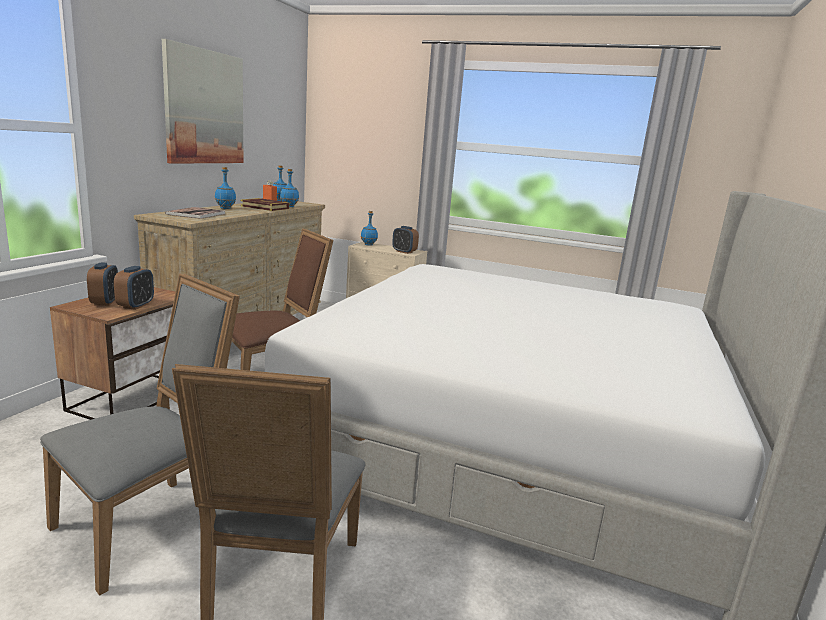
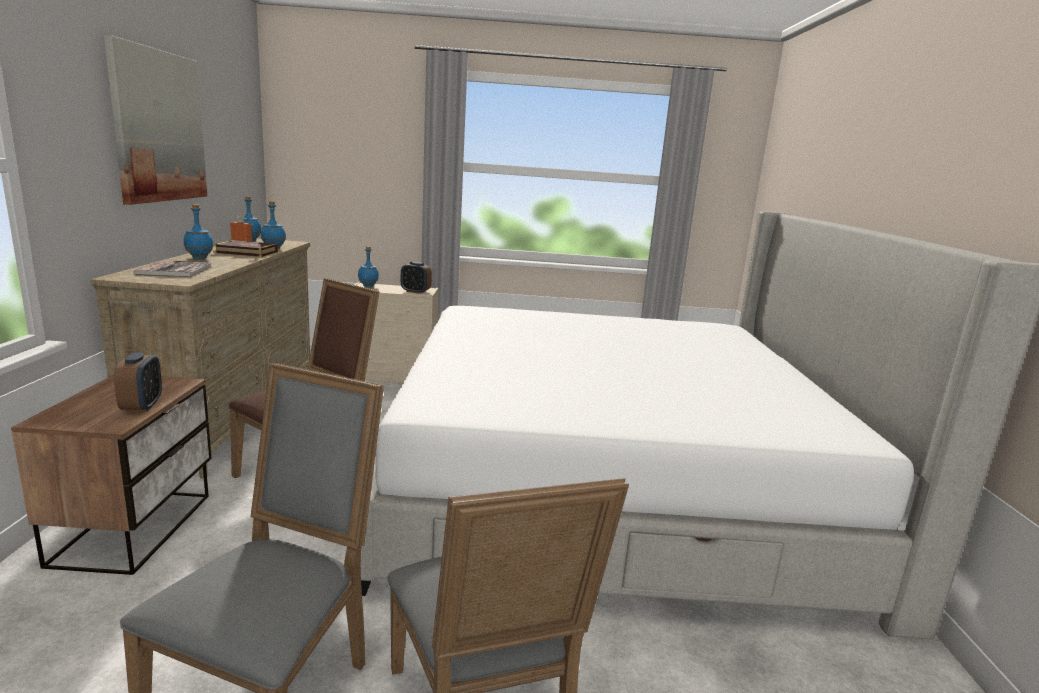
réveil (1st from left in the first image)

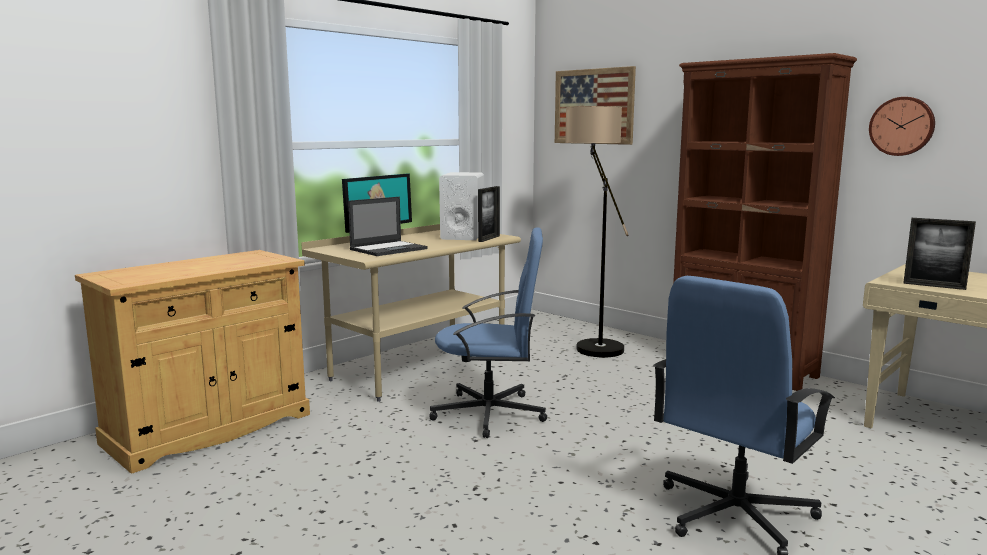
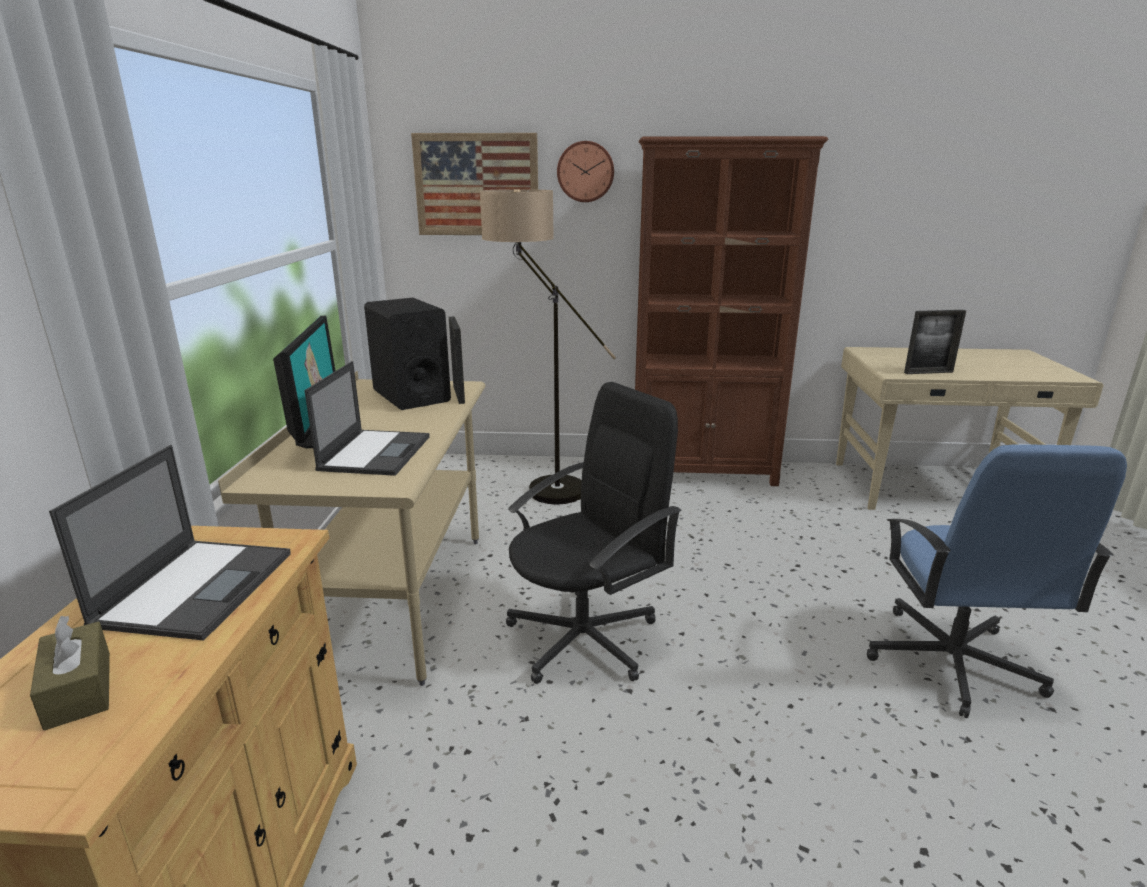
boîte à mouchoirs (marron)
ordinateur portable (1st from left)
enceinte (noir)
chaise de bureau (noir)
horloge murale

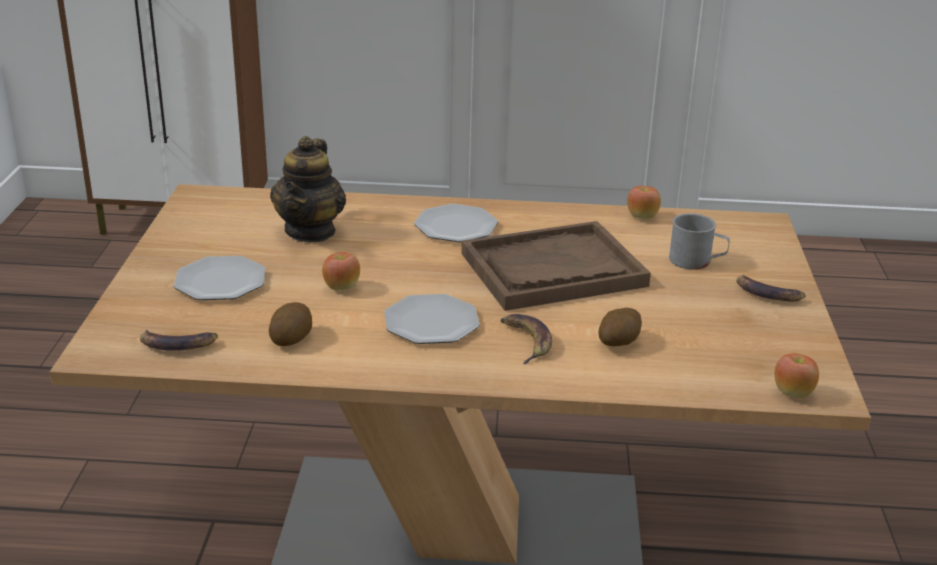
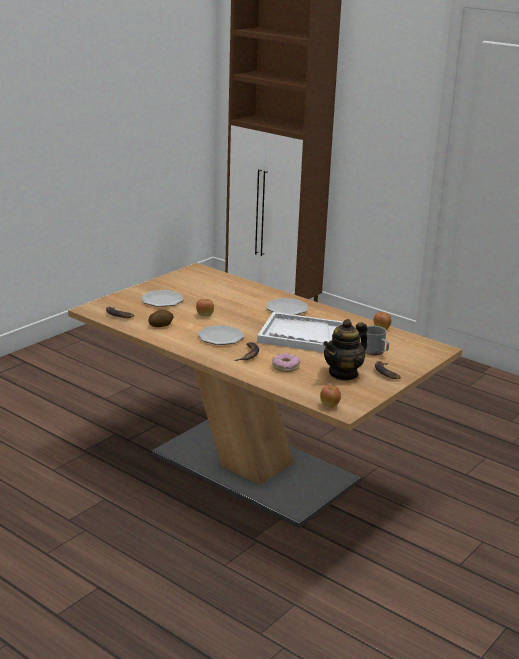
plateau (blanc)
beignet
théière

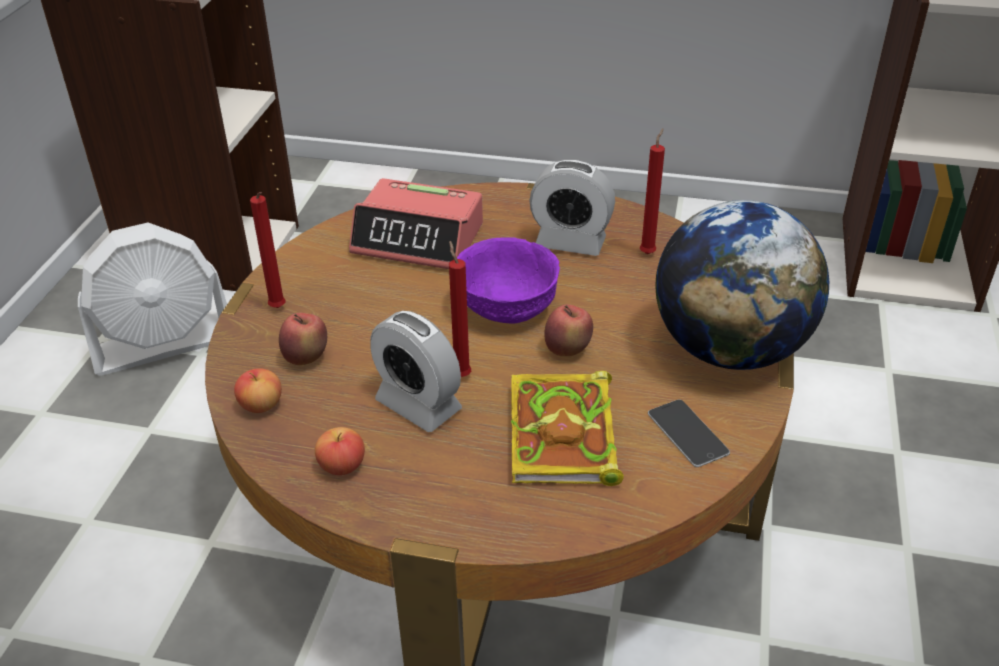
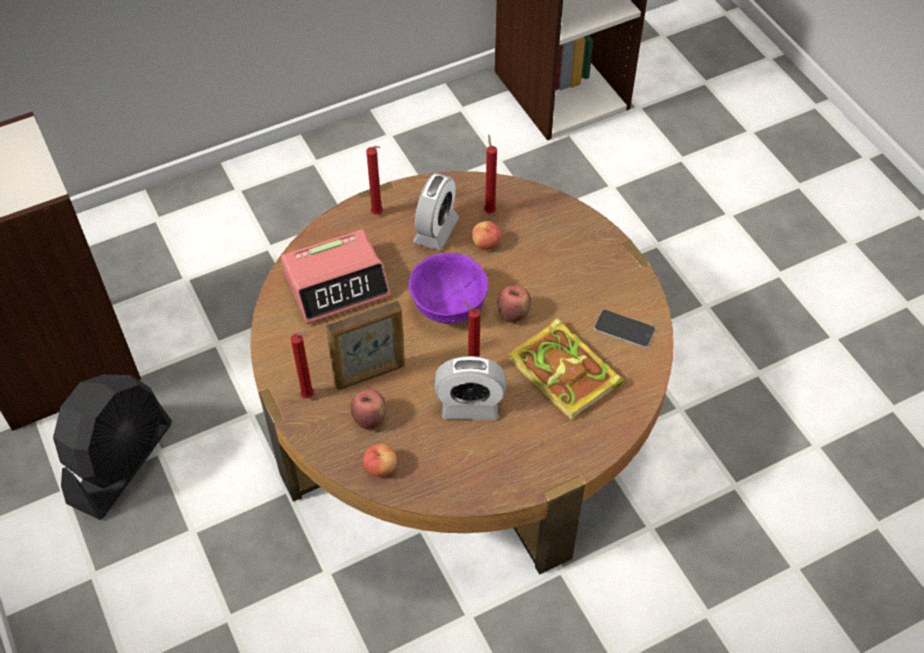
ventilateur (noir)
cadre photo
bougie (rouge) (2nd from left)
réveil (2nd from left)
pomme (3rd from left)
globe

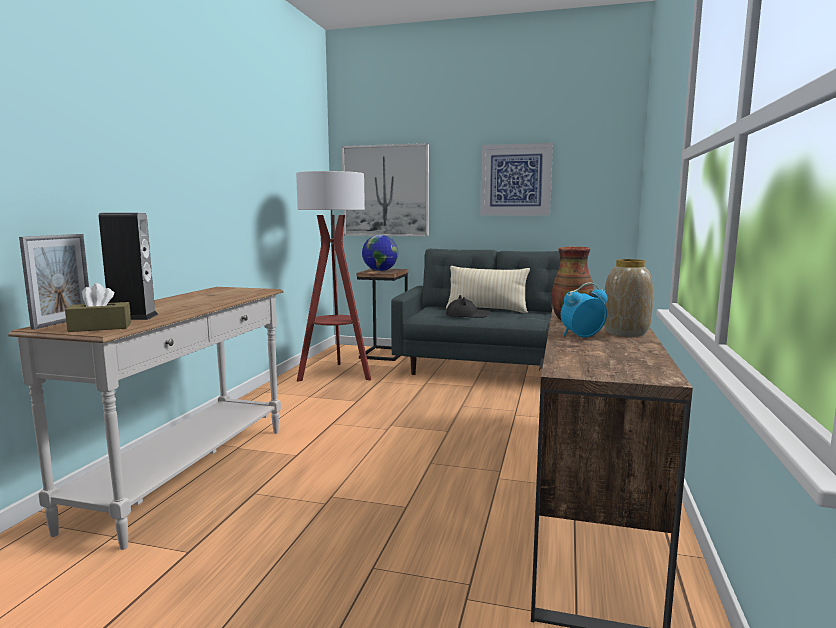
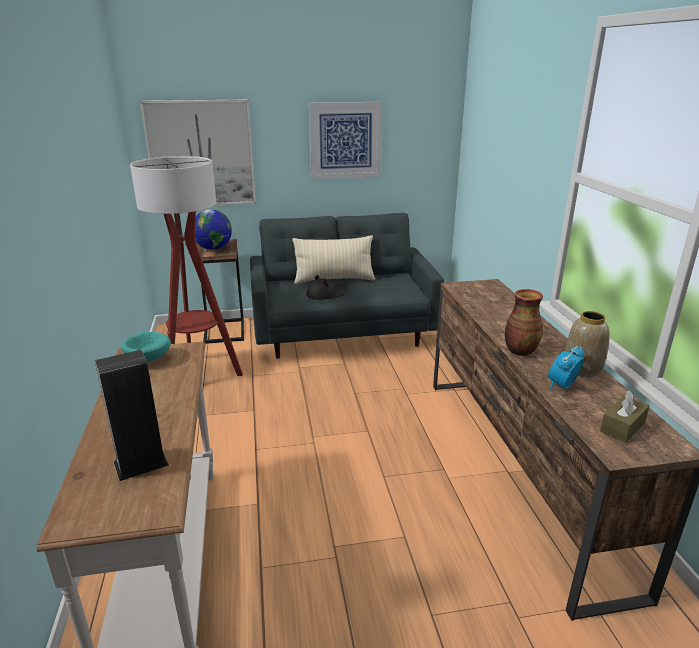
bol (turquoise)
boîte à mouchoirs (marron)
cadre photo

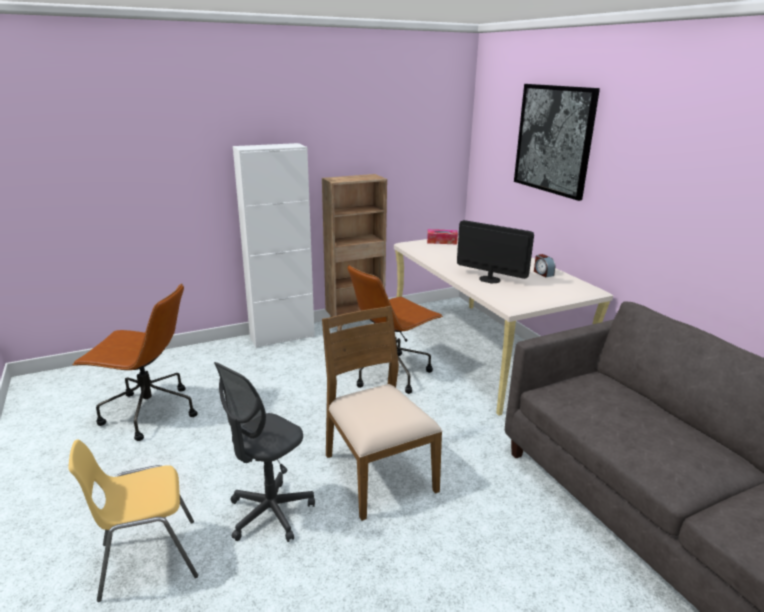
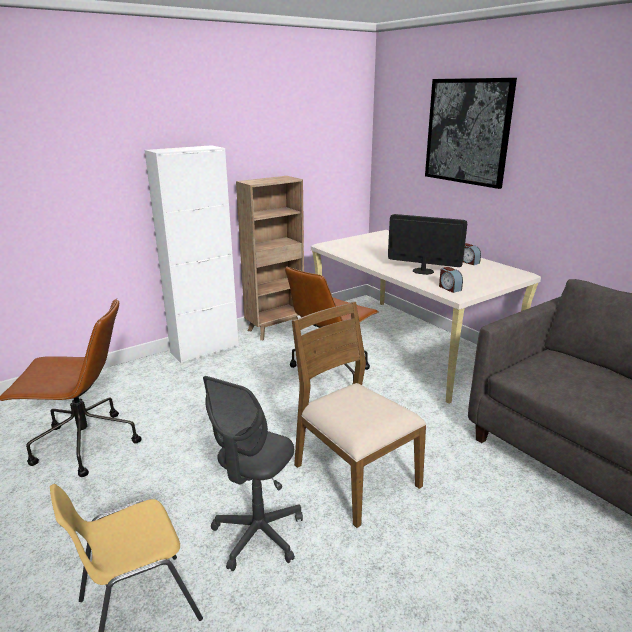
réveil (1st from left)
boîte à mouchoirs

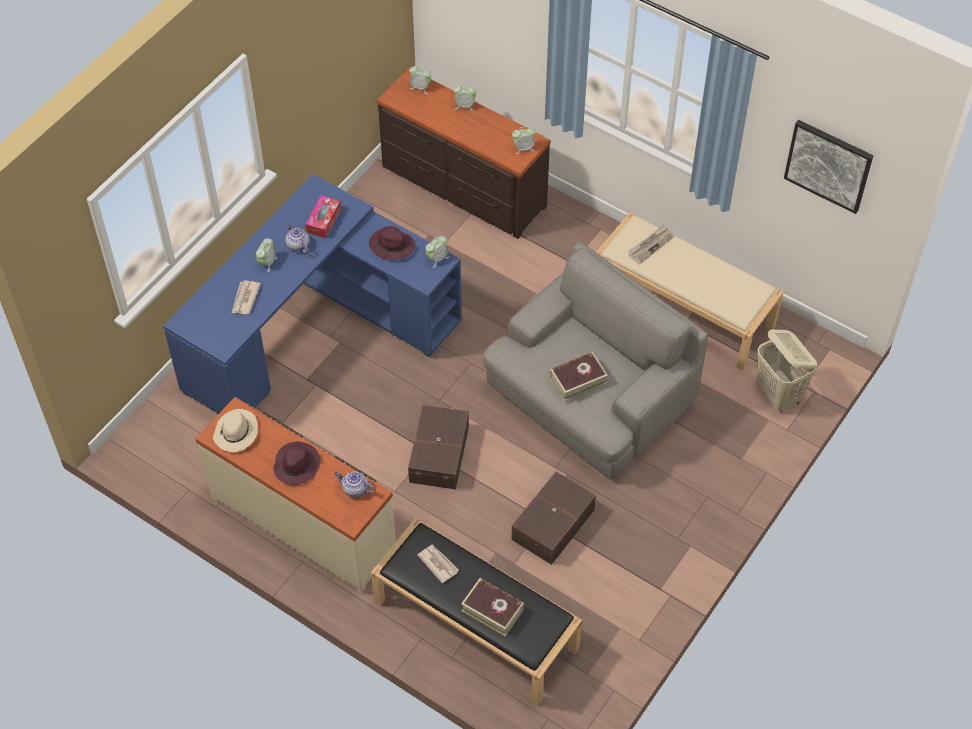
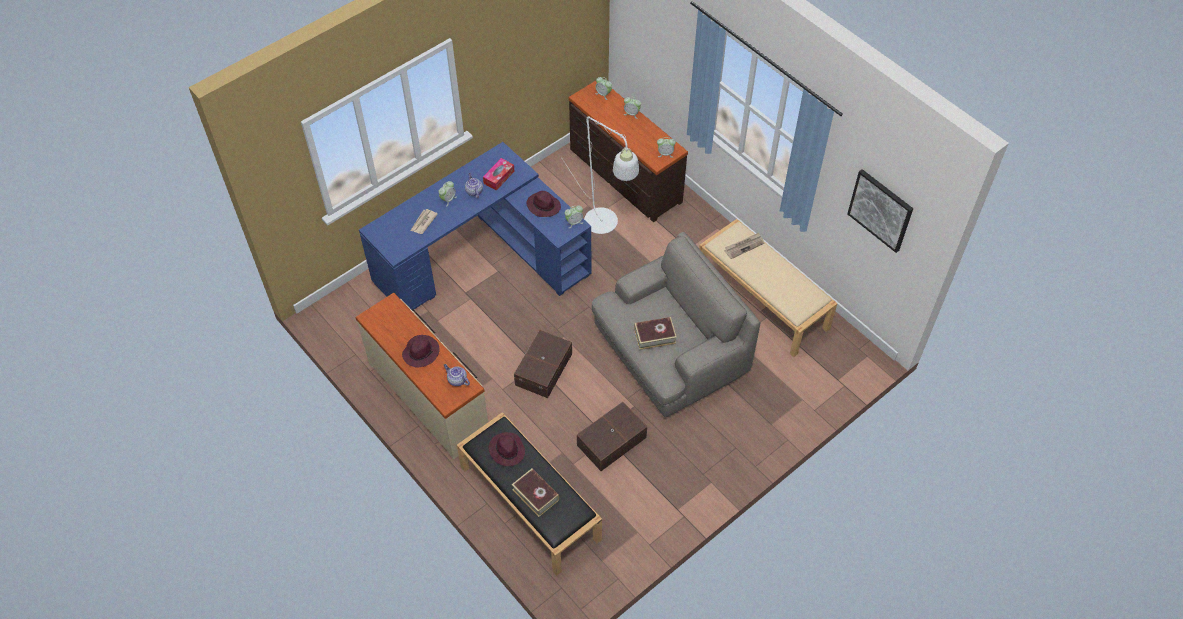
chapeau (violet) (2nd from left)
lampadaire (blanc)
chapeau (beige)
panier à linge (beige)

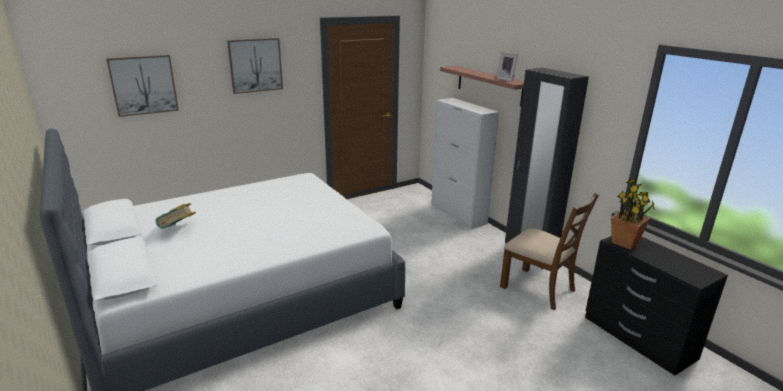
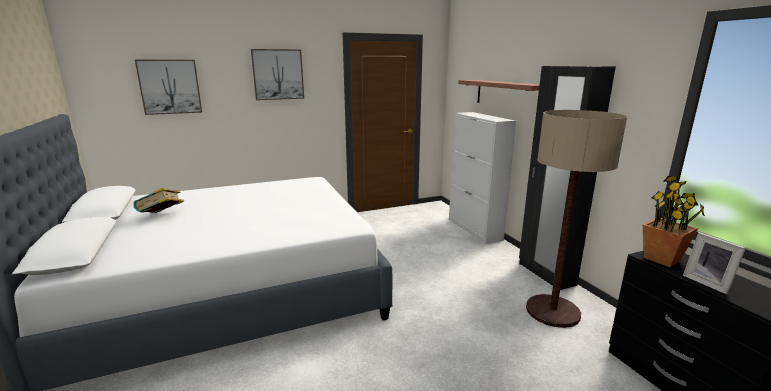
lampadaire
cadre photo

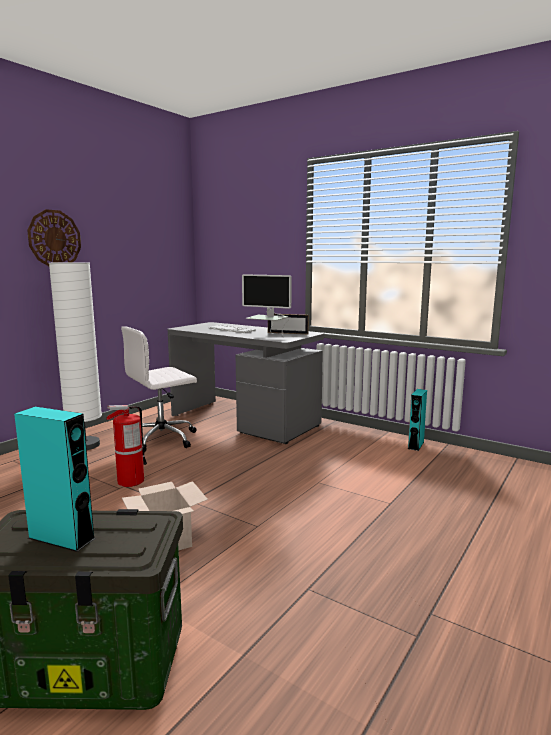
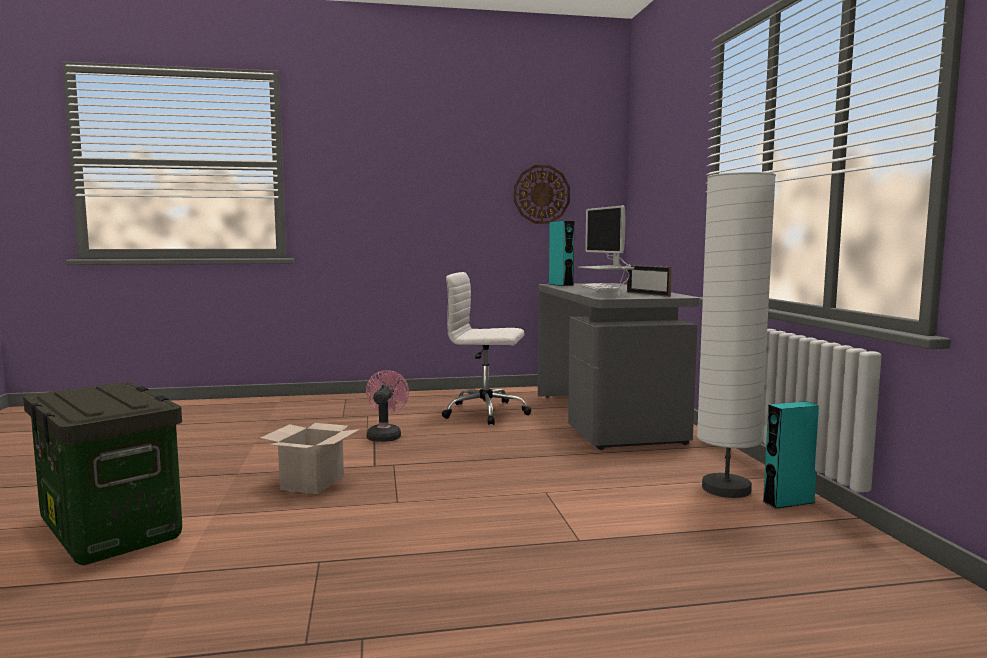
ventilateur (rose)
horloge murale
enceinte (turquoise) (1st from left)
lampadaire (blanc)

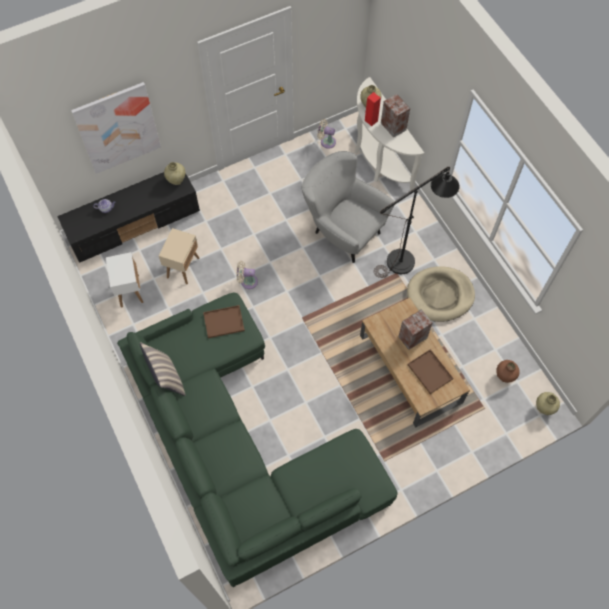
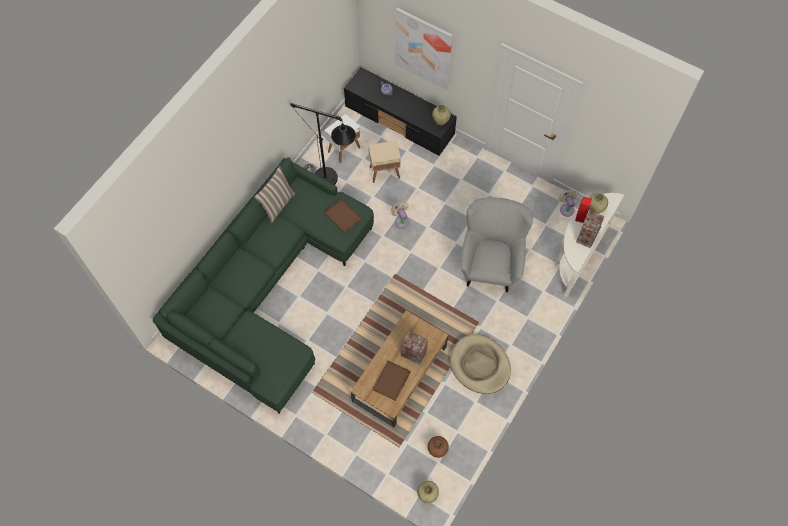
lampadaire (noir)

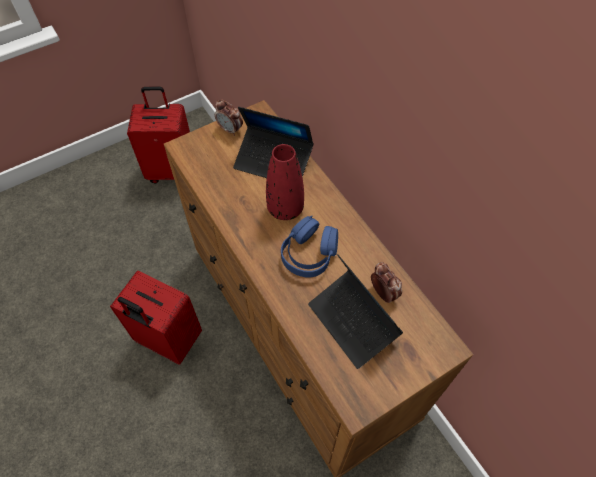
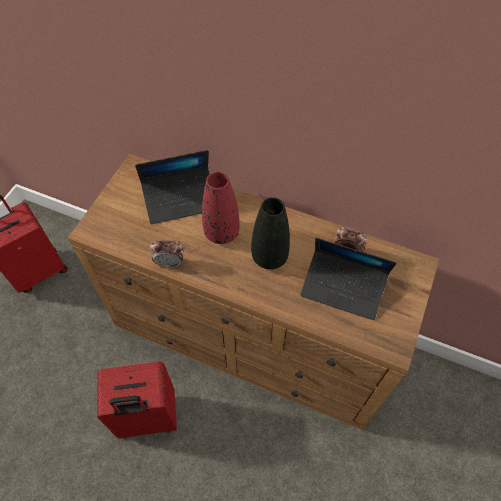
réveil (1st from left)
vase (noir)

